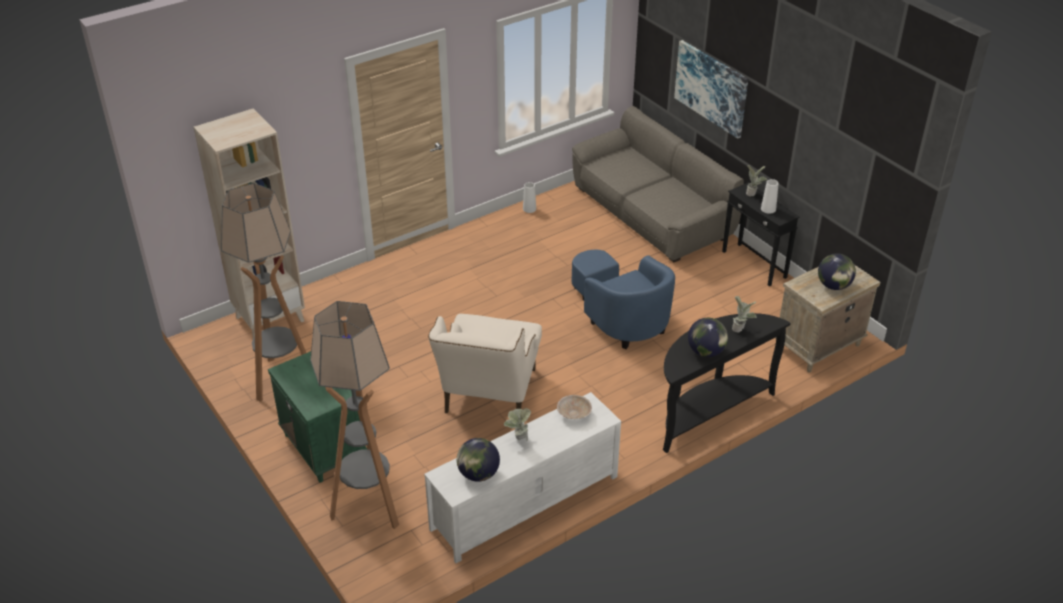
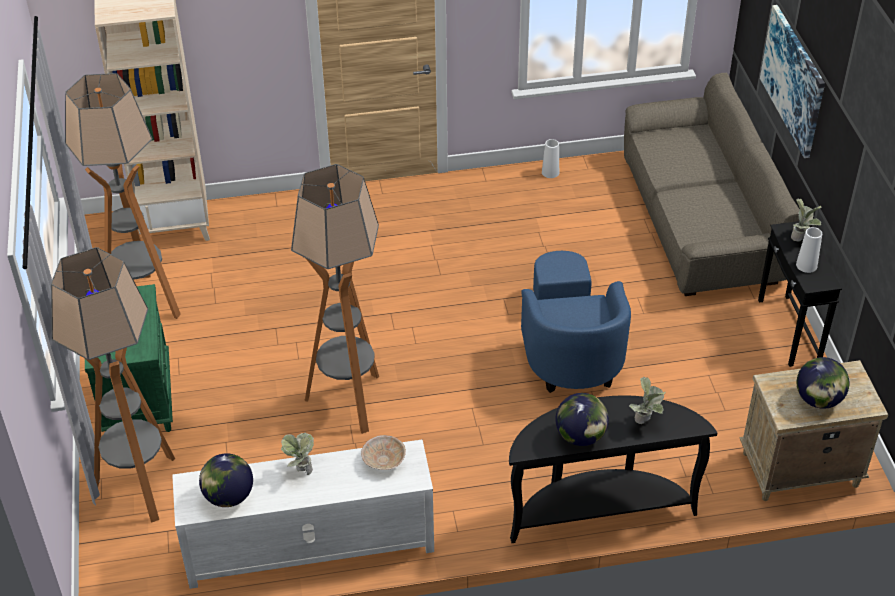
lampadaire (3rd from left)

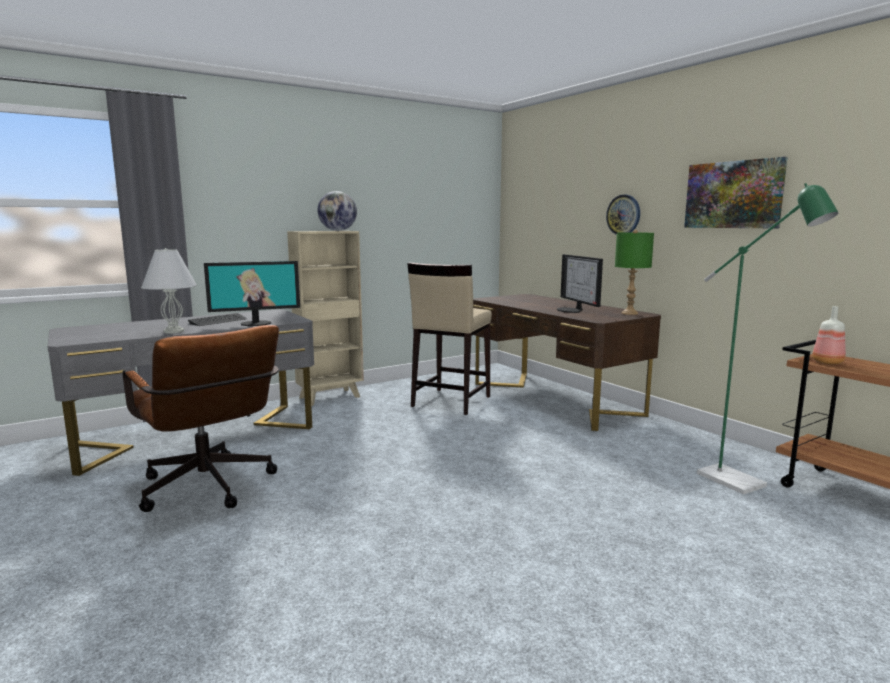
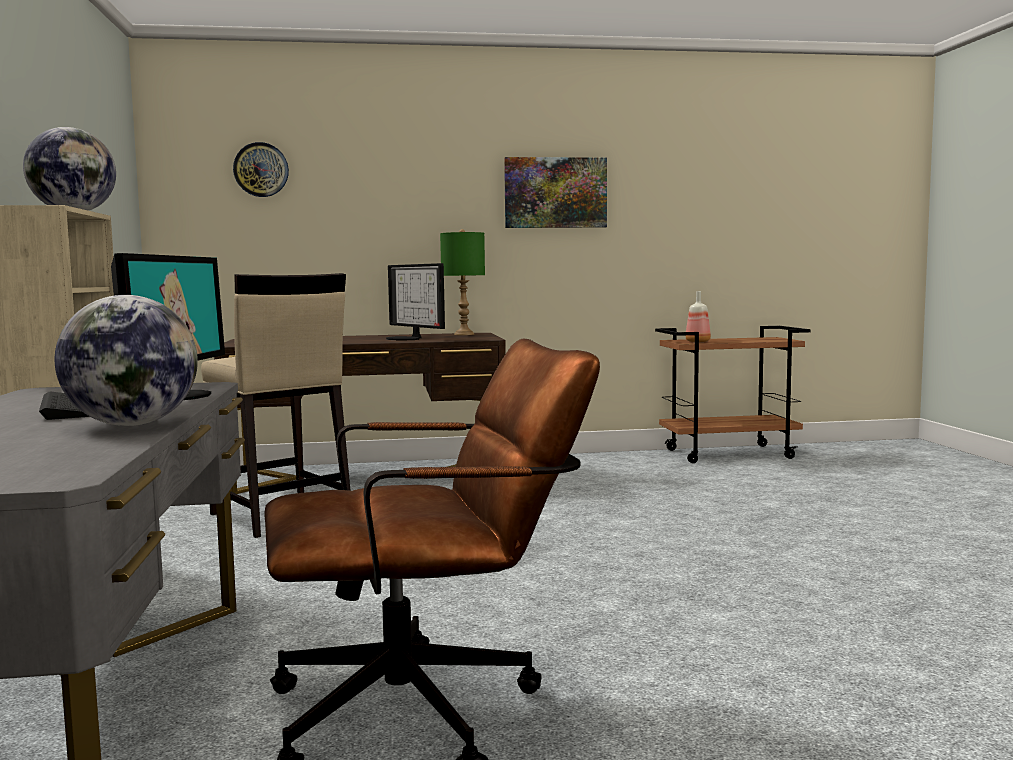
globe (2nd from left)
horloge murale
écran d'ordinateur (2nd from left)
lampadaire (vert)

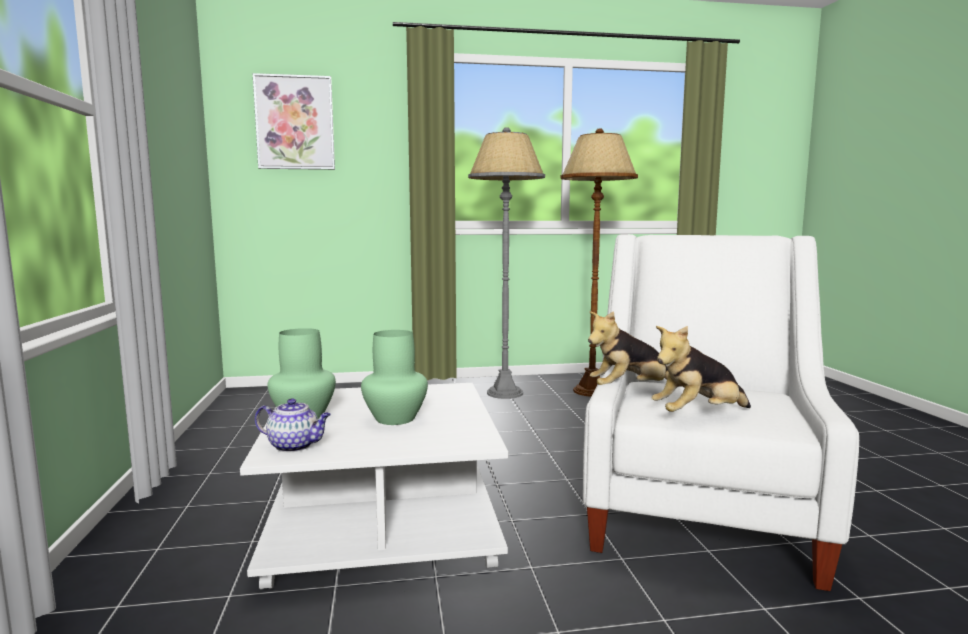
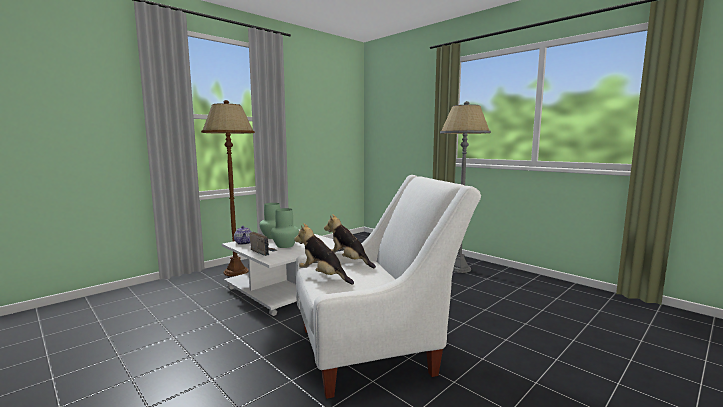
lampadaire (marron)
radio
tableau

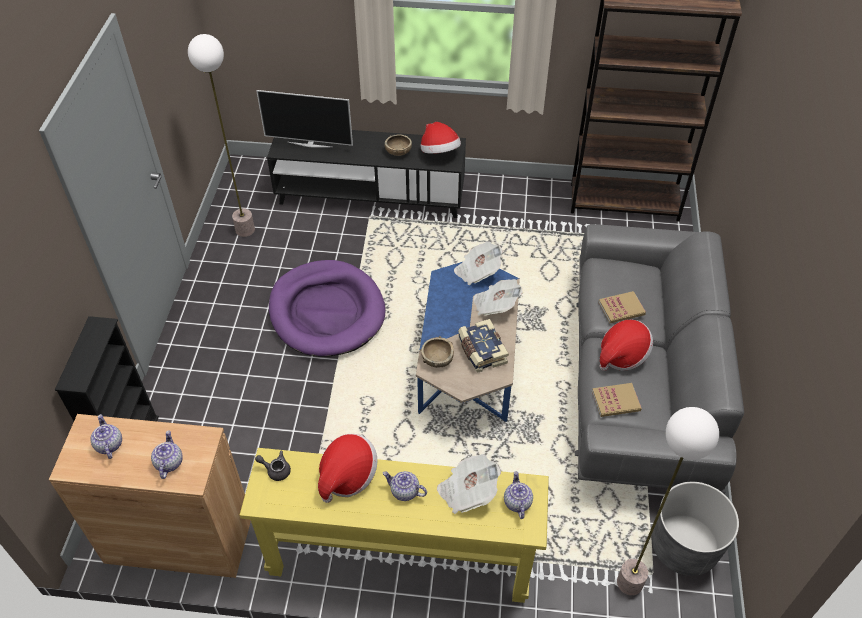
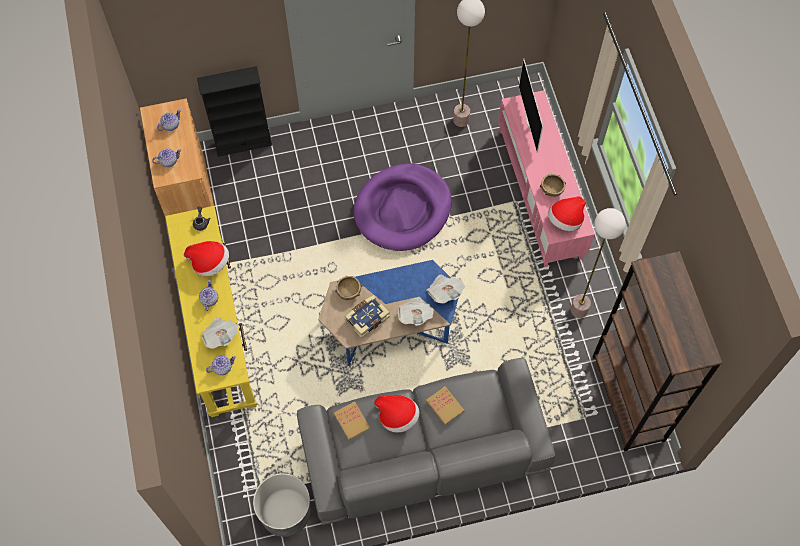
meuble télé (rose)
lampadaire (2nd from left)

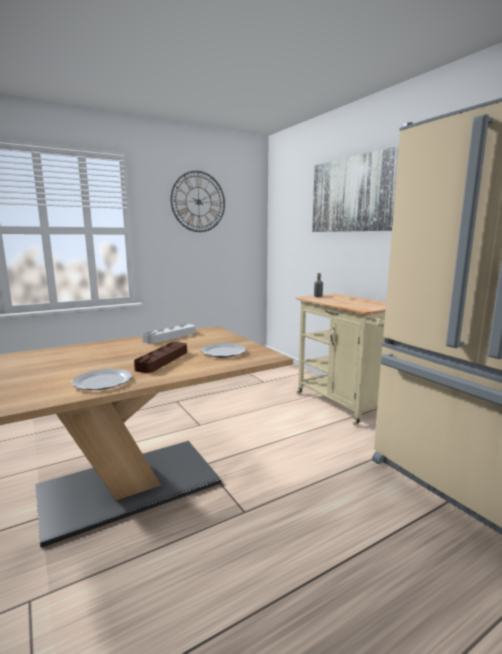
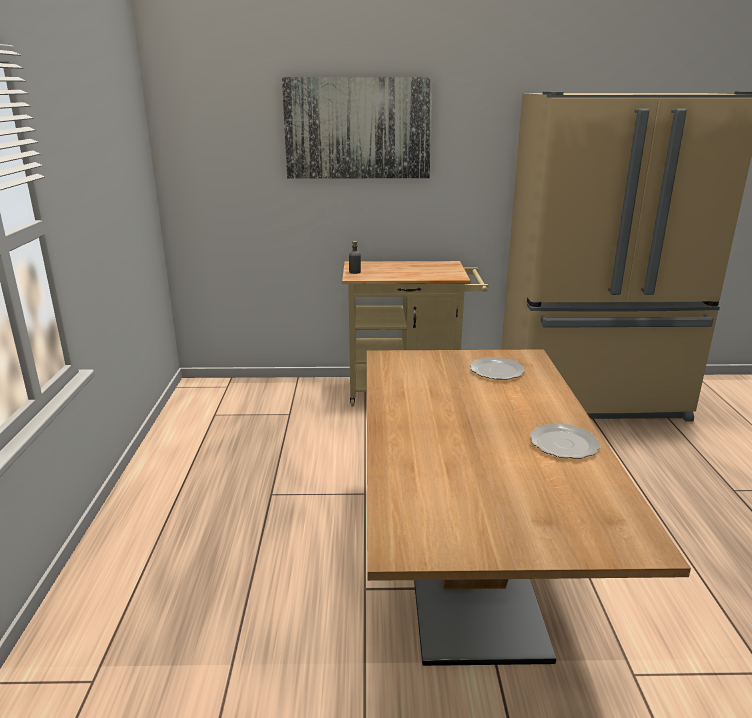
plateau (marron)
plateau (gris)
horloge murale

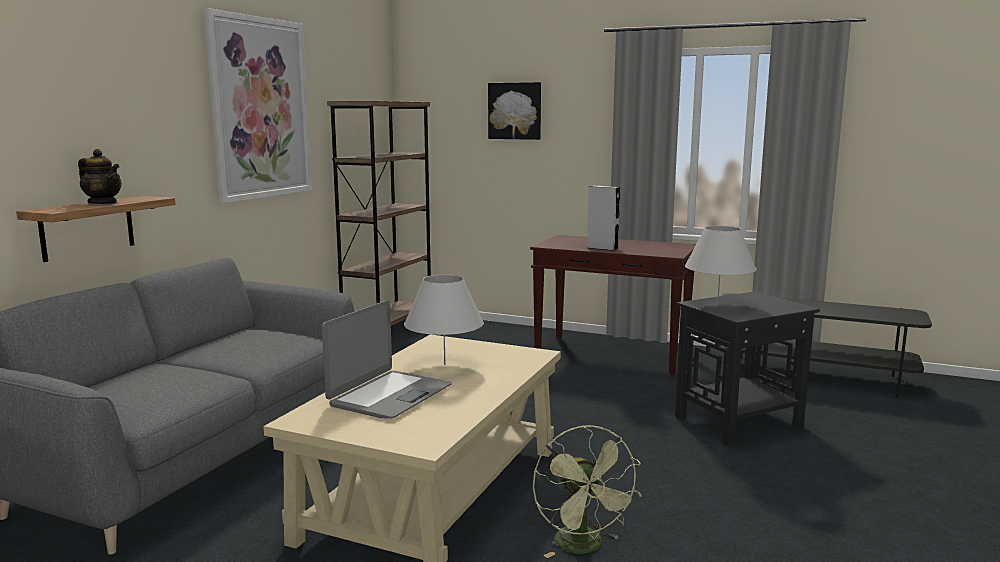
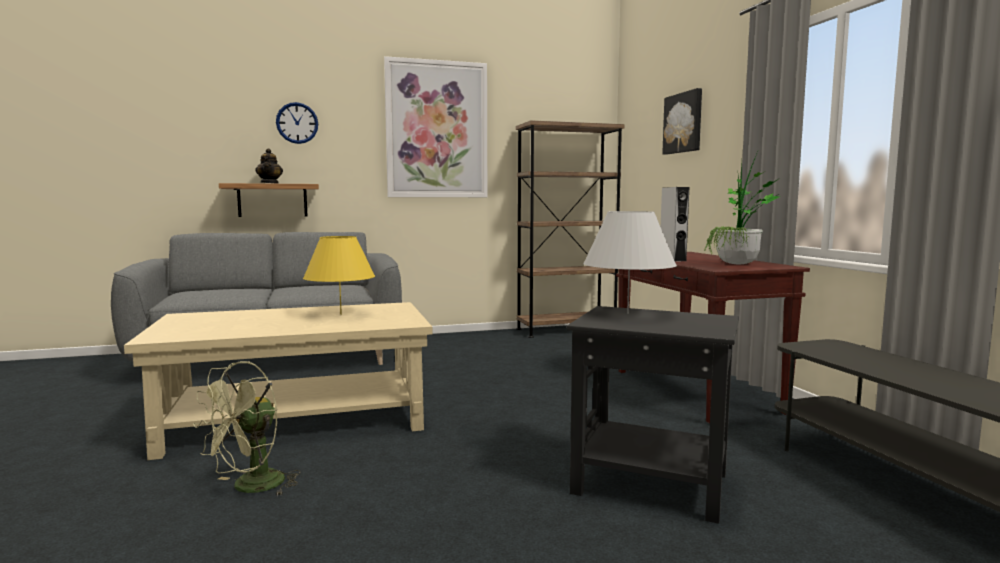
horloge murale
lampe de table (jaune)
plante en pot
ordinateur portable

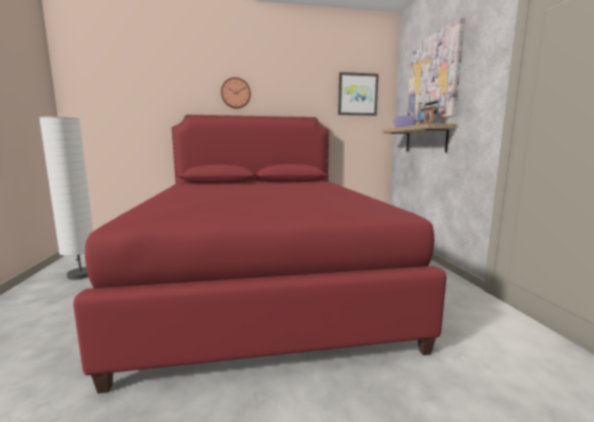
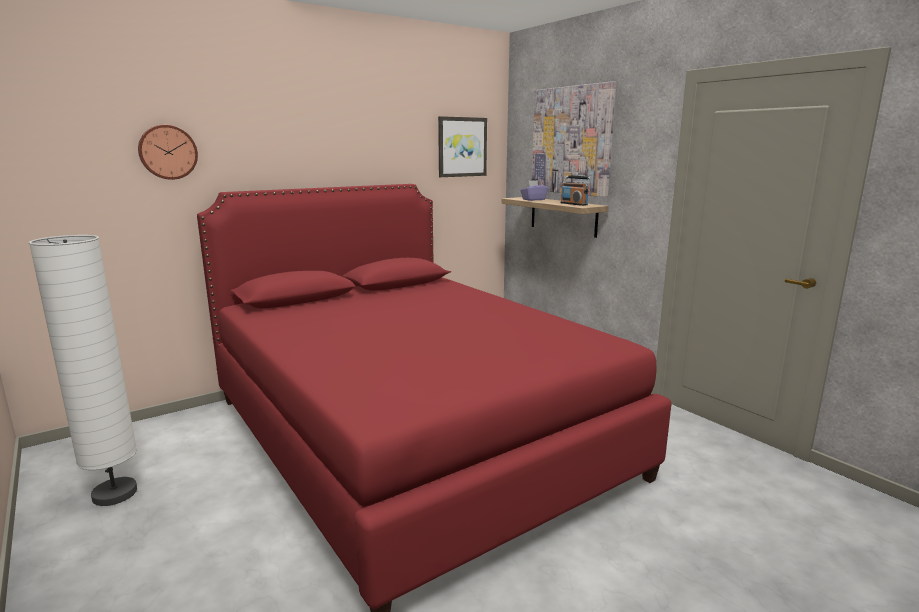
horloge murale

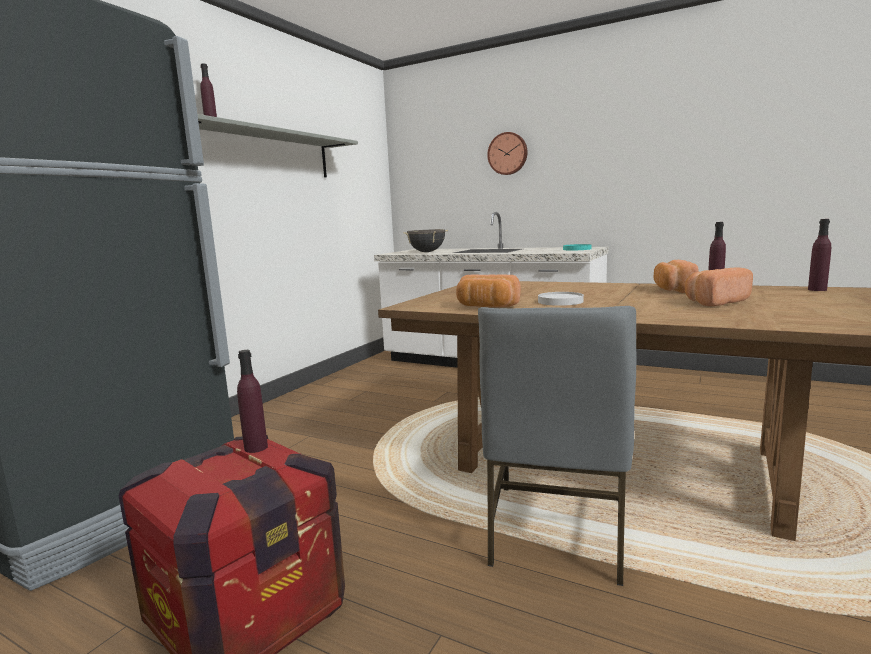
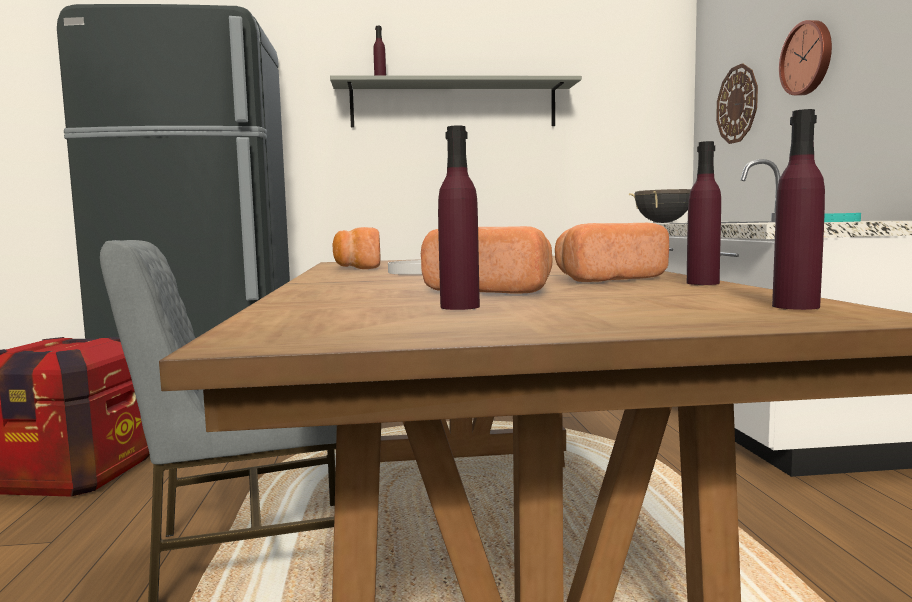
bouteille (violet) (2nd from left)
horloge murale (1st from left)

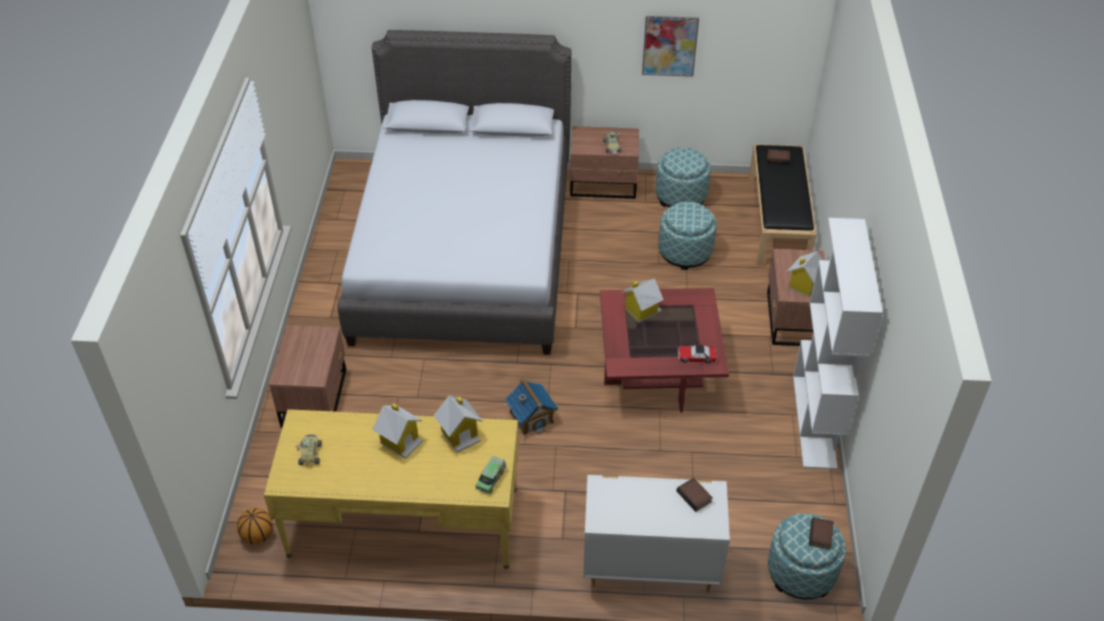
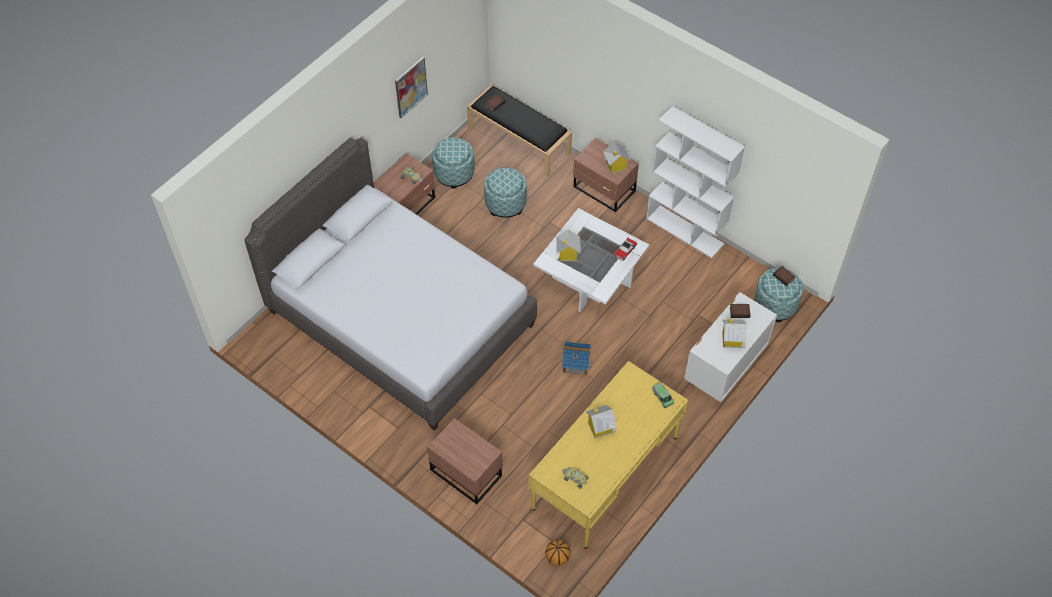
table basse (blanc)
maison miniature (5th from left)

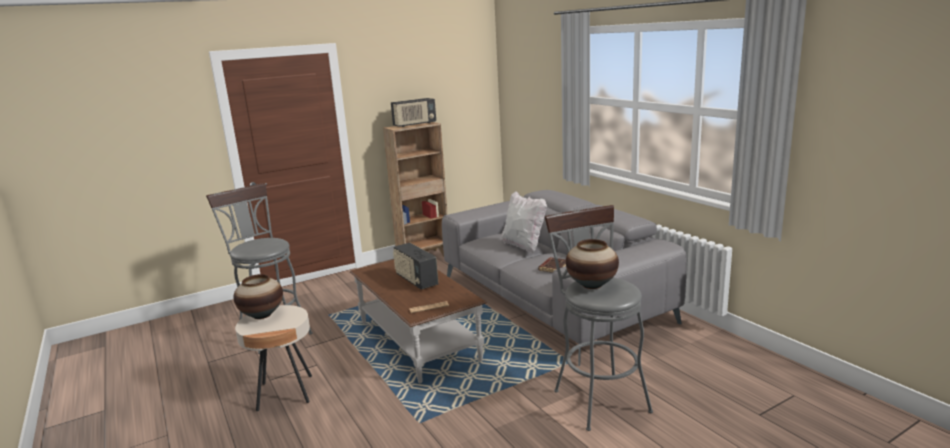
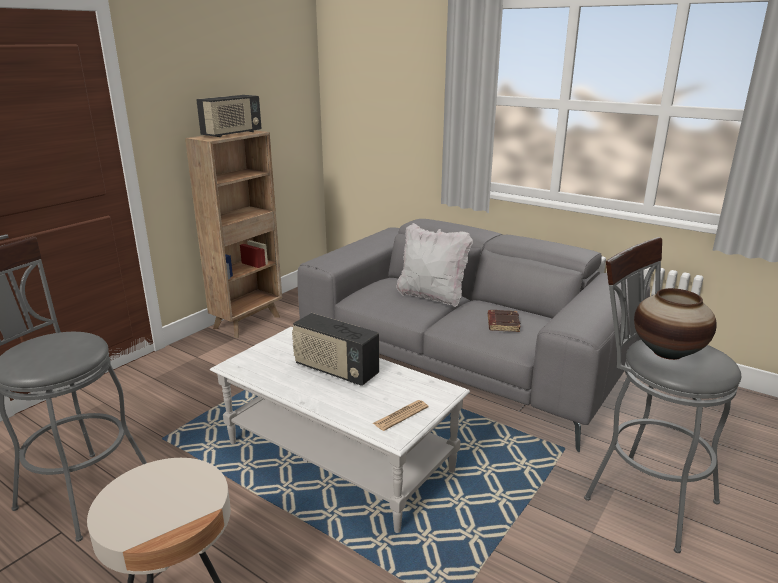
table basse (blanc)
vase (1st from left in the first image)

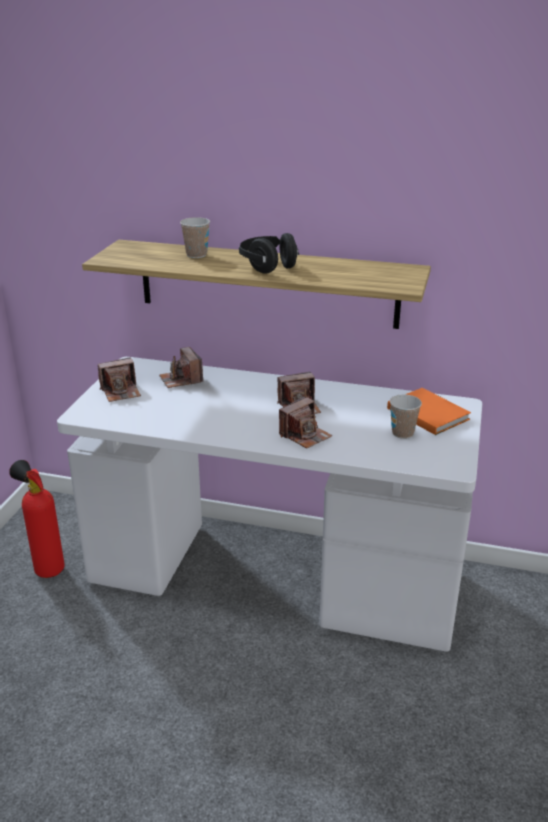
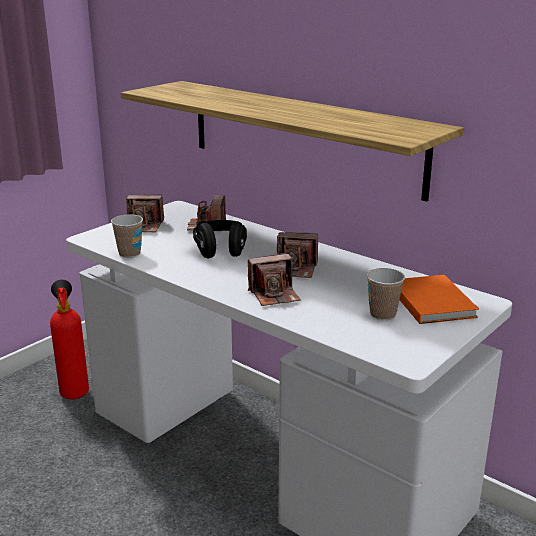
tasse (1st from left)
casque audio (noir)

